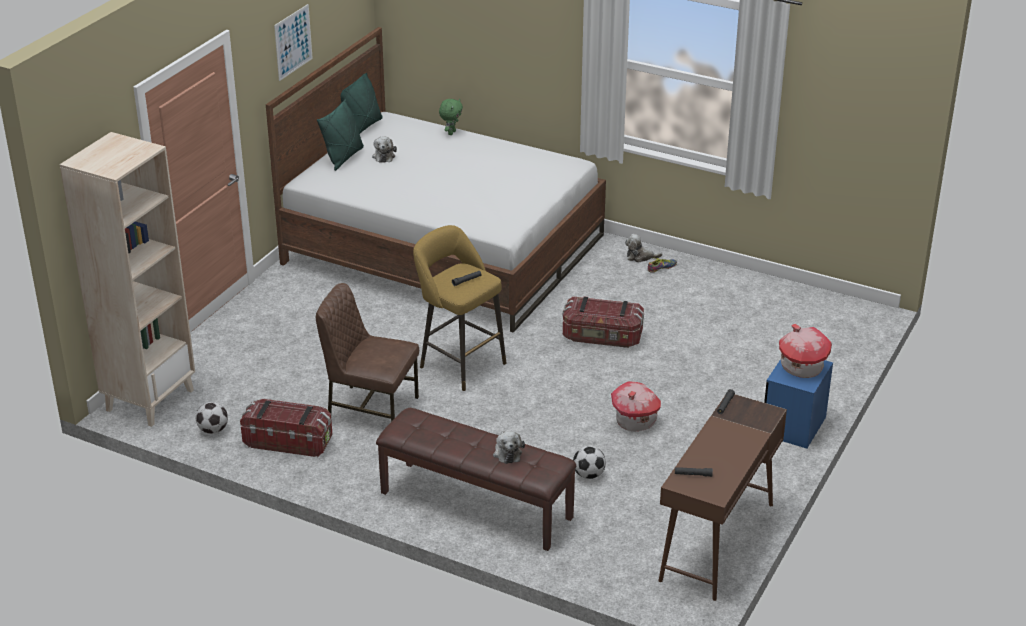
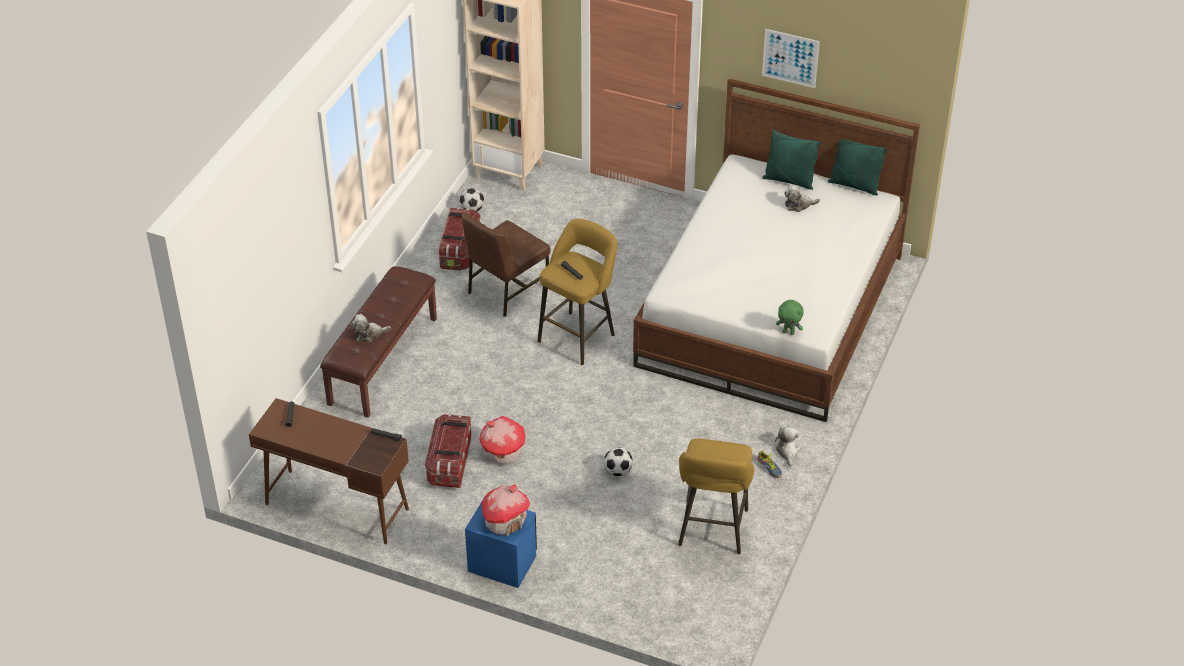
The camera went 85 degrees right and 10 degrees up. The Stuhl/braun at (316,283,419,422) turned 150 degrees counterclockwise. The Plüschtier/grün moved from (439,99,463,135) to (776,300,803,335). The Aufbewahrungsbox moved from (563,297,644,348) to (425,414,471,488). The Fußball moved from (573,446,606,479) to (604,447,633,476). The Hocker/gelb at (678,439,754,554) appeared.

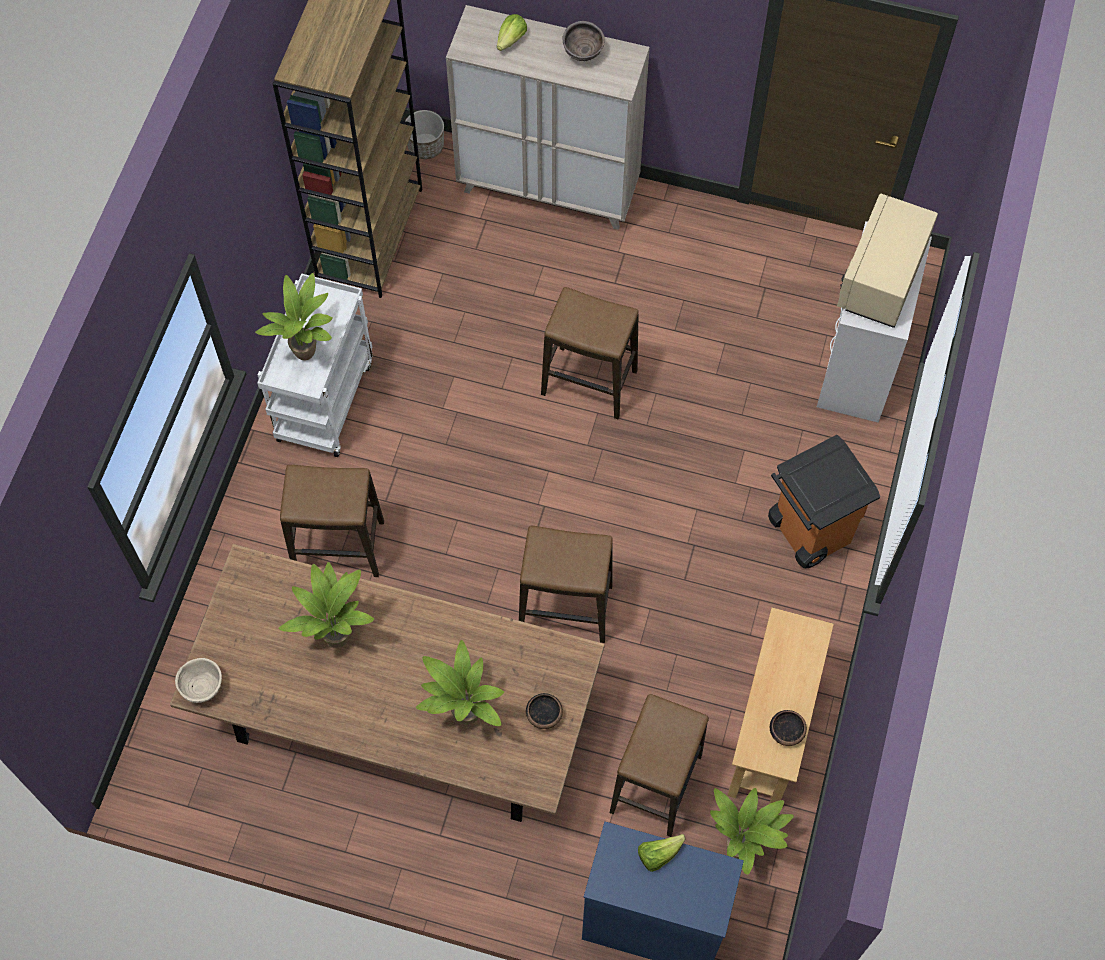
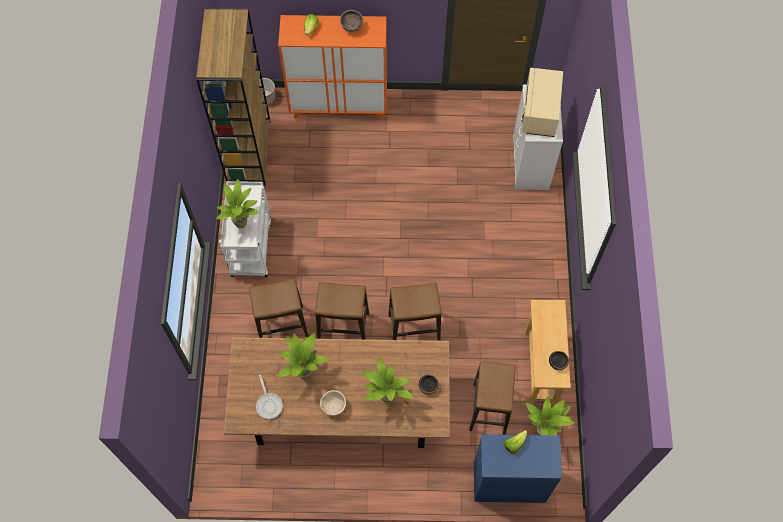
The camera went 15 degrees left and 0 degrees up. The Schüssel/beige moved from (175,658,222,703) to (320,390,346,416). The Schrank/beige at (446,5,650,230) became the Schrank/orange at (278,15,387,120). The Hocker moved from (541,287,639,419) to (315,282,369,339). The Mülleimer/orange at (768,435,880,568) disappeared. The Pfanne at (256,375,283,419) appeared.

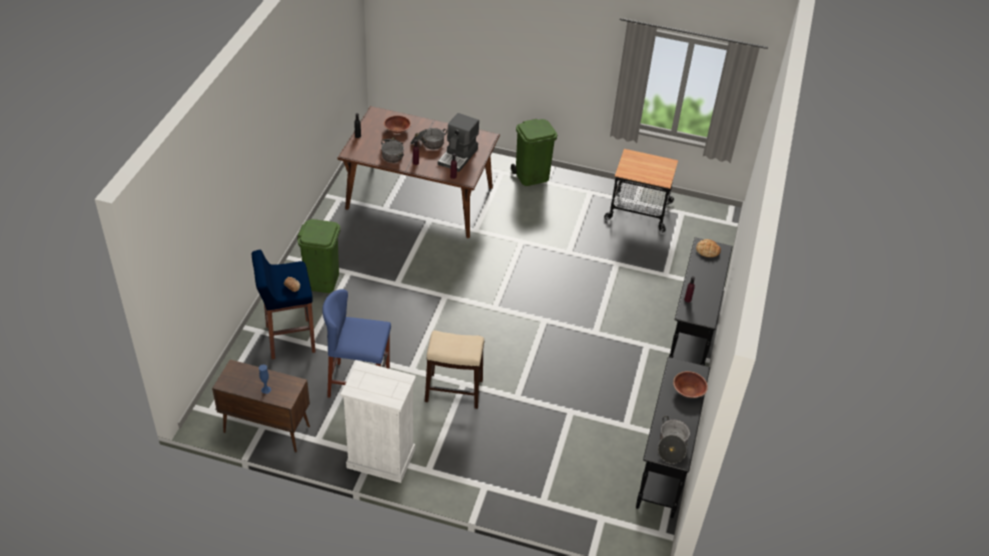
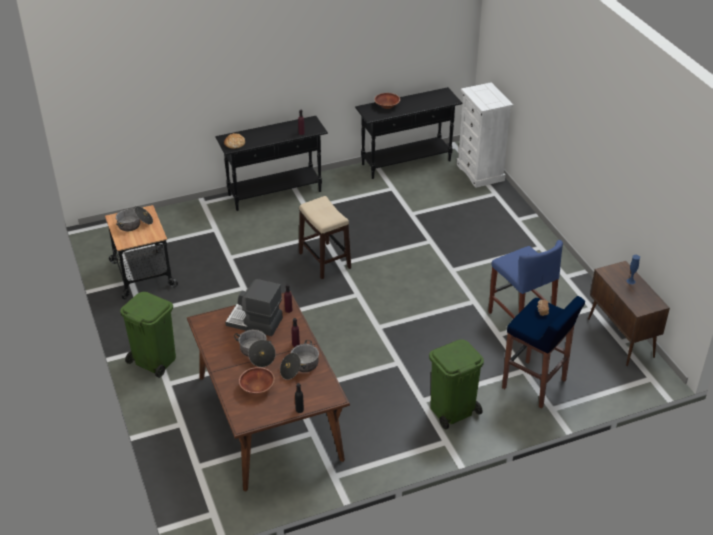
The camera went 125 degrees left and 5 degrees down. The Kommode/weiß moved from (340,361,416,483) to (456,82,513,188). The Hocker moved from (425,330,484,409) to (299,196,351,279). The Kaffeemaschine at (438,113,479,172) turned 150 degrees counterclockwise. The Kochtopf moved from (658,416,690,464) to (116,206,153,231).

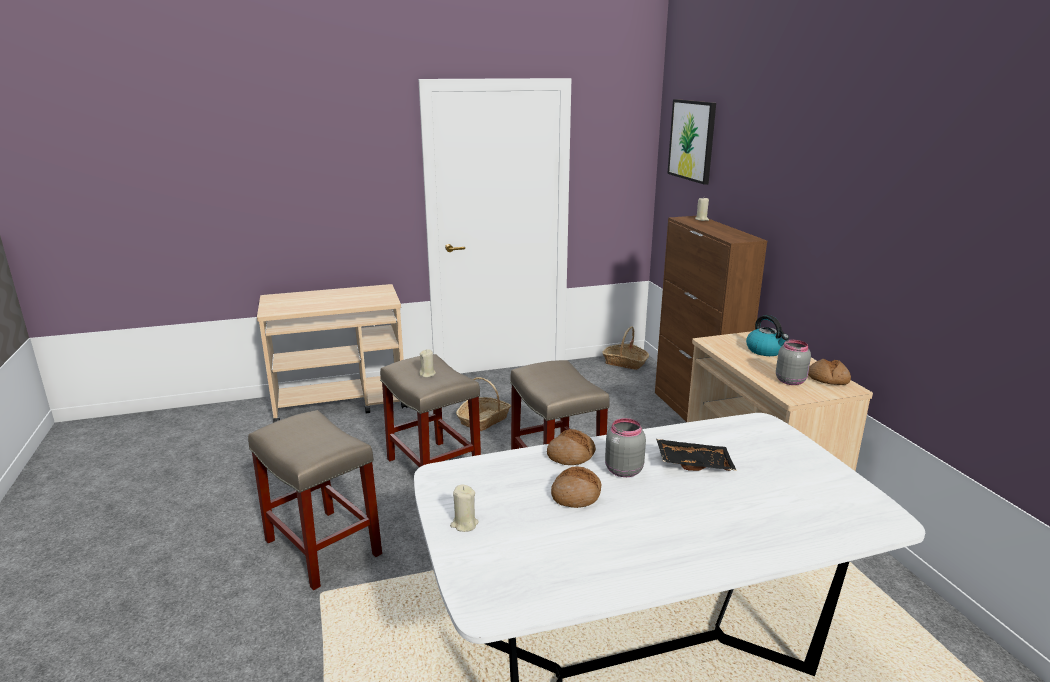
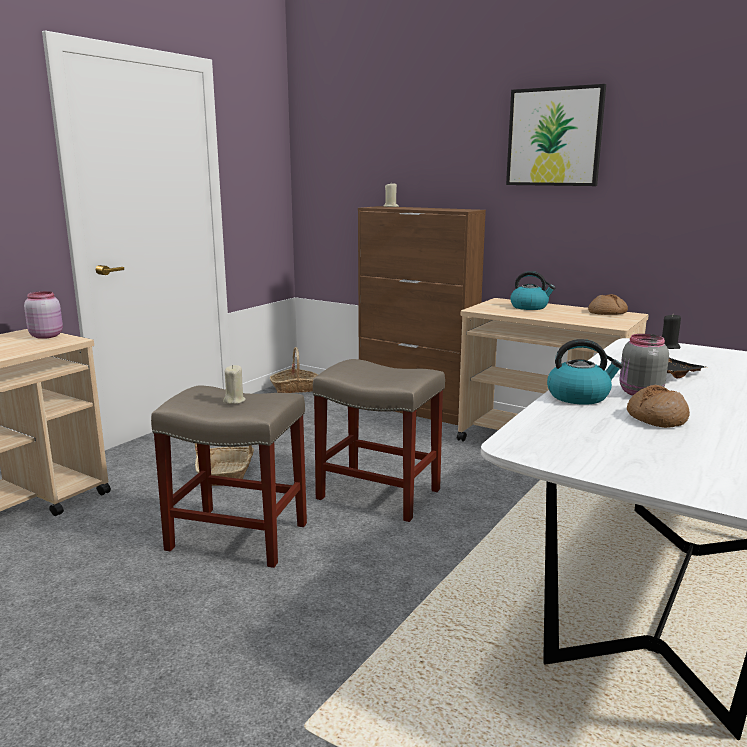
The camera went 40 degrees left and 5 degrees down. The Hocker/beige at (248,410,382,590) disappeared. The Kerze/beige at (450,484,479,532) disappeared. The Brot at (547,429,596,465) was replaced by the Wasserkessel at (547,339,623,405). The Bild moved from (667,99,716,185) to (506,84,606,186). The Vorratsglas/grau at (776,340,811,385) disappeared. The Vorratsglas/rosa at (24,291,63,339) appeared. The Kerze/schwarz at (662,313,681,349) appeared.

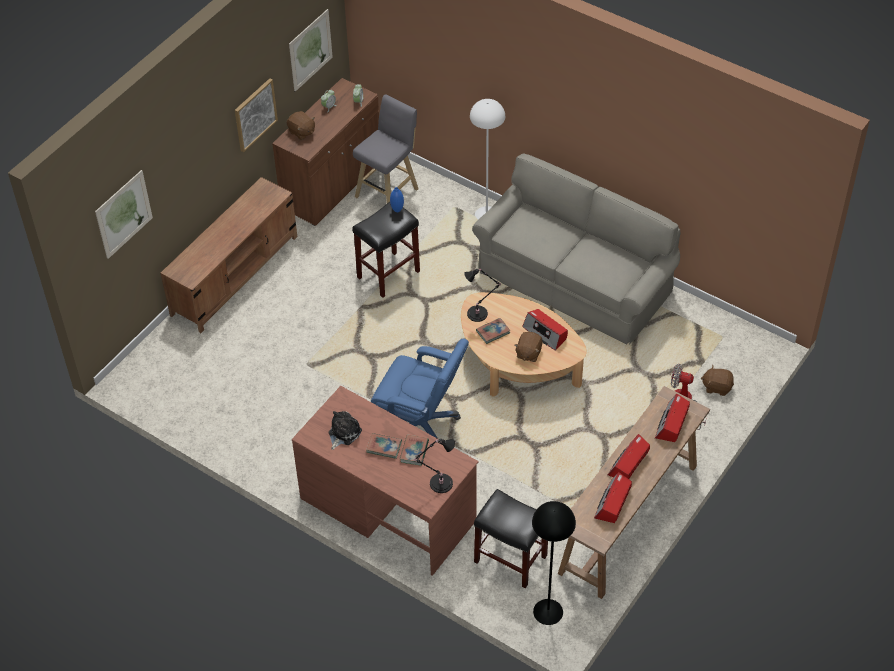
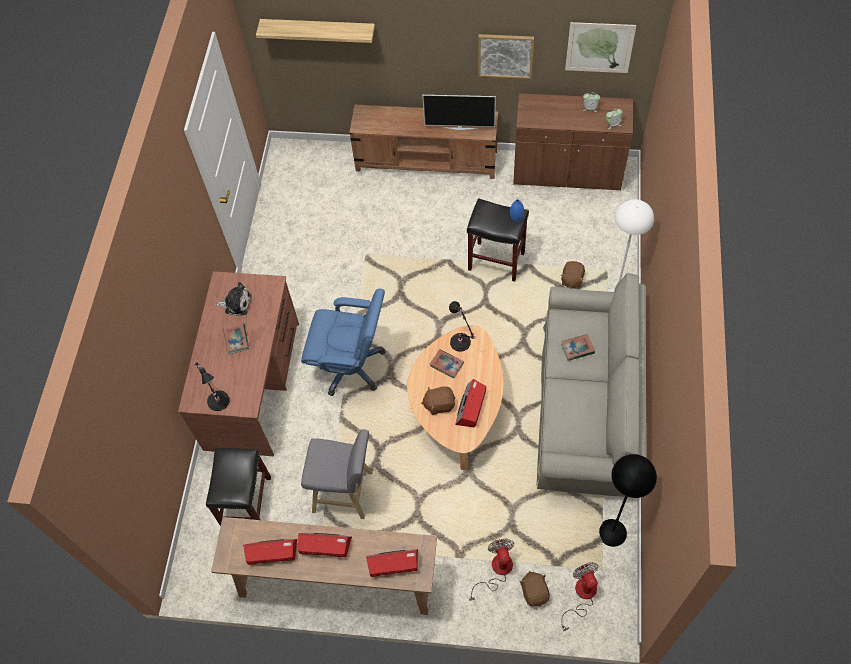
The camera went 65 degrees right and 10 degrees up. The Bild at (95,170,153,259) was replaced by the Wandregal at (256,19,375,43). The Plüschtier/braun moved from (286,111,315,140) to (560,261,585,288). The Hocker/grau moved from (353,94,419,203) to (301,429,373,519). The Bürostuhl/blau at (371,339,469,439) turned 75 degrees counterclockwise. The Buch moved from (400,434,429,466) to (561,334,595,361). The Stehlampe/schwarz moved from (532,501,576,625) to (599,454,657,547). The Fernseher at (422,95,496,130) appeared. The Ventilator at (561,562,599,631) appeared.

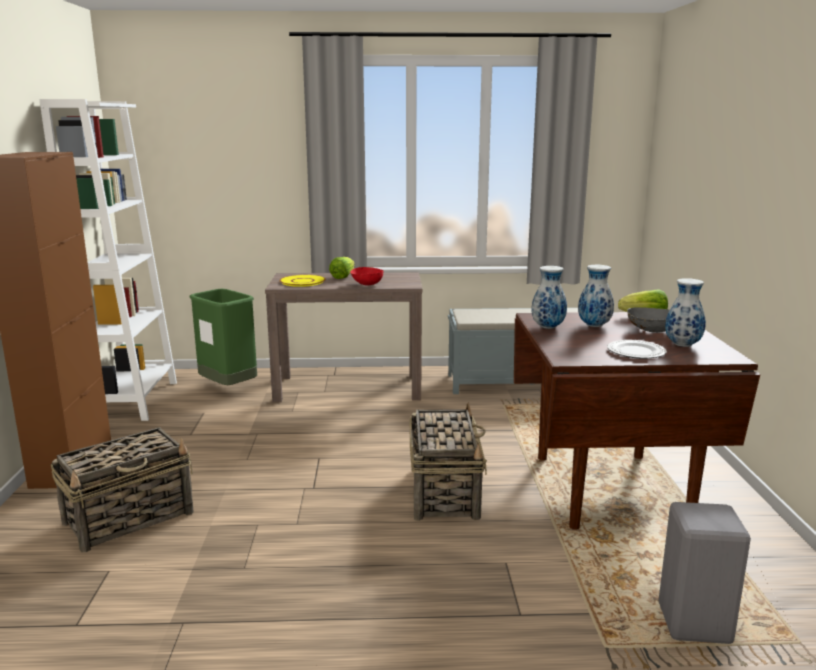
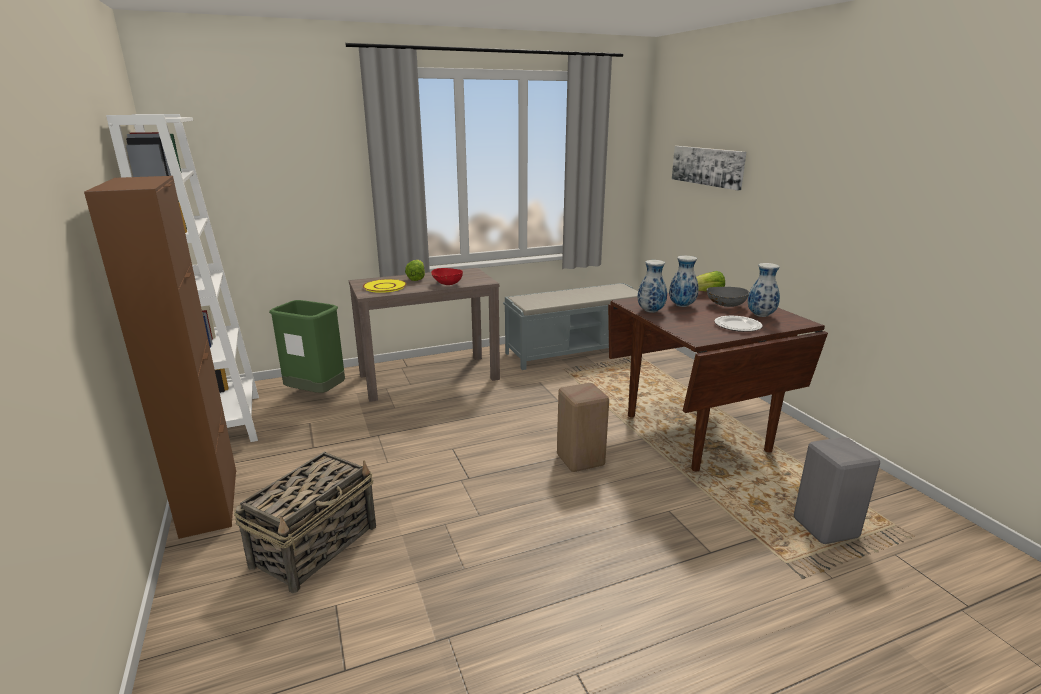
The camera went 20 degrees left and 5 degrees up. The Korb at (409,403,487,521) was replaced by the Hocker/beige at (557,383,609,472). The Bild at (672,146,746,190) appeared.

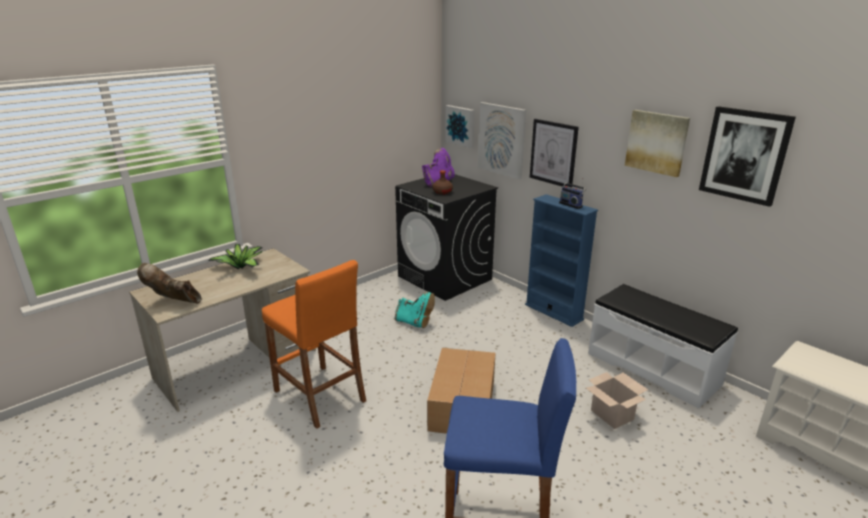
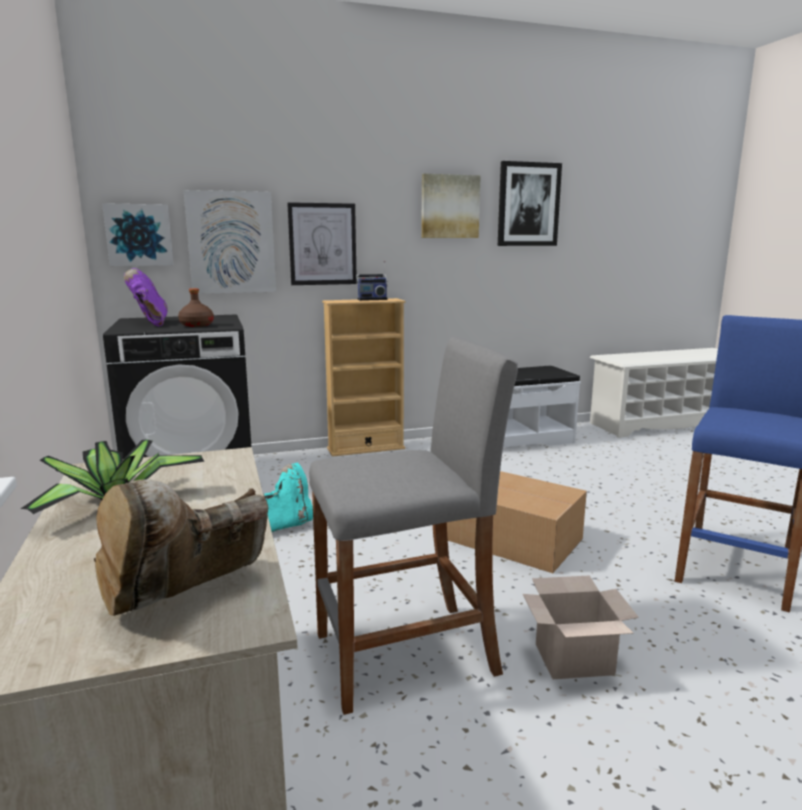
The camera went 65 degrees left and 10 degrees down. The Hocker/orange at (262,260,366,429) became the Hocker/grau at (309,337,518,715). The Bücherregal/blau at (525,194,598,327) became the Bücherregal/beige at (322,298,406,457). The Karton moved from (586,372,648,429) to (523,575,639,679).

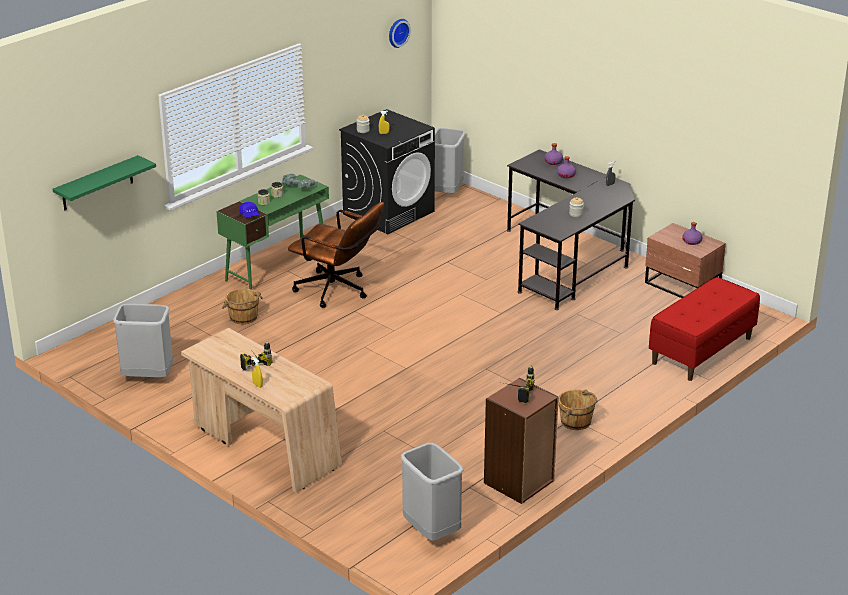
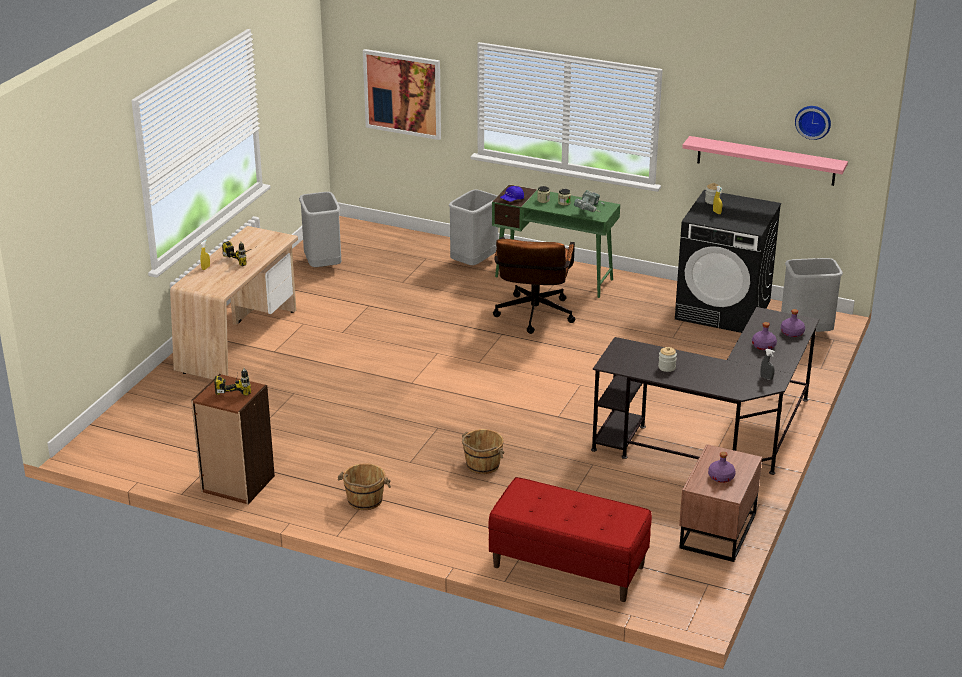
The camera went 70 degrees right and 0 degrees up. The Wandregal/grün at (52,155,156,210) was replaced by the Bild at (363,49,441,140). The Eimer/braun moved from (222,289,263,324) to (462,429,504,474). The Mülleimer/grau moved from (401,443,464,541) to (448,189,498,265). The Wandregal/rosa at (682,136,848,186) appeared.

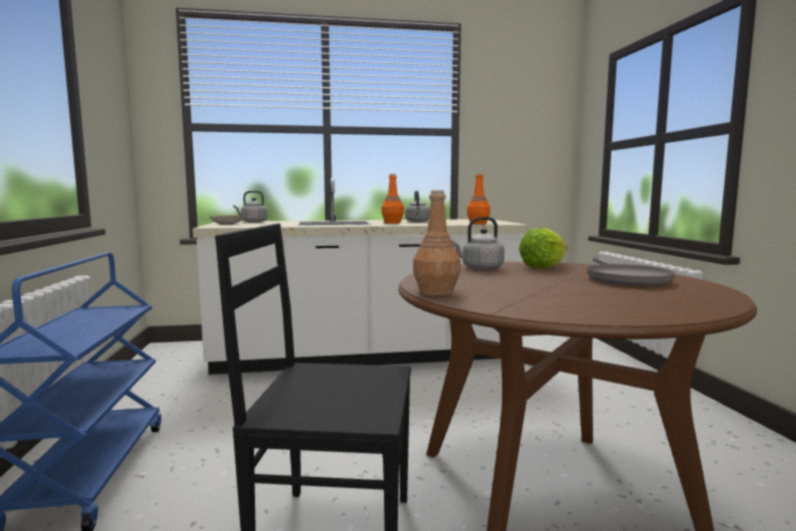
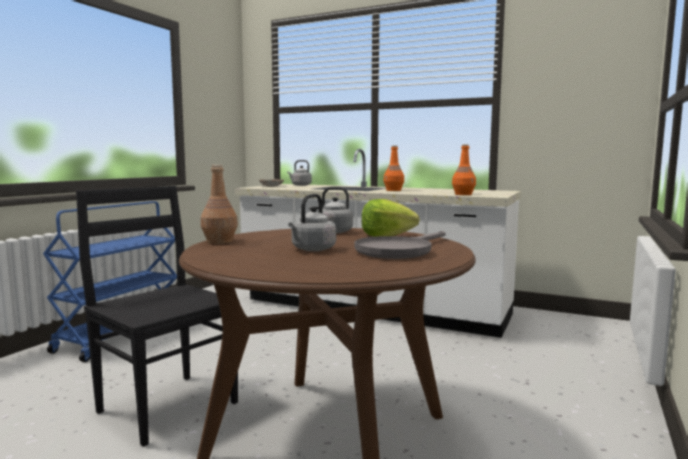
The camera went 35 degrees right and 0 degrees up. The Wasserkessel/grau moved from (405,191,430,222) to (288,194,336,251).

